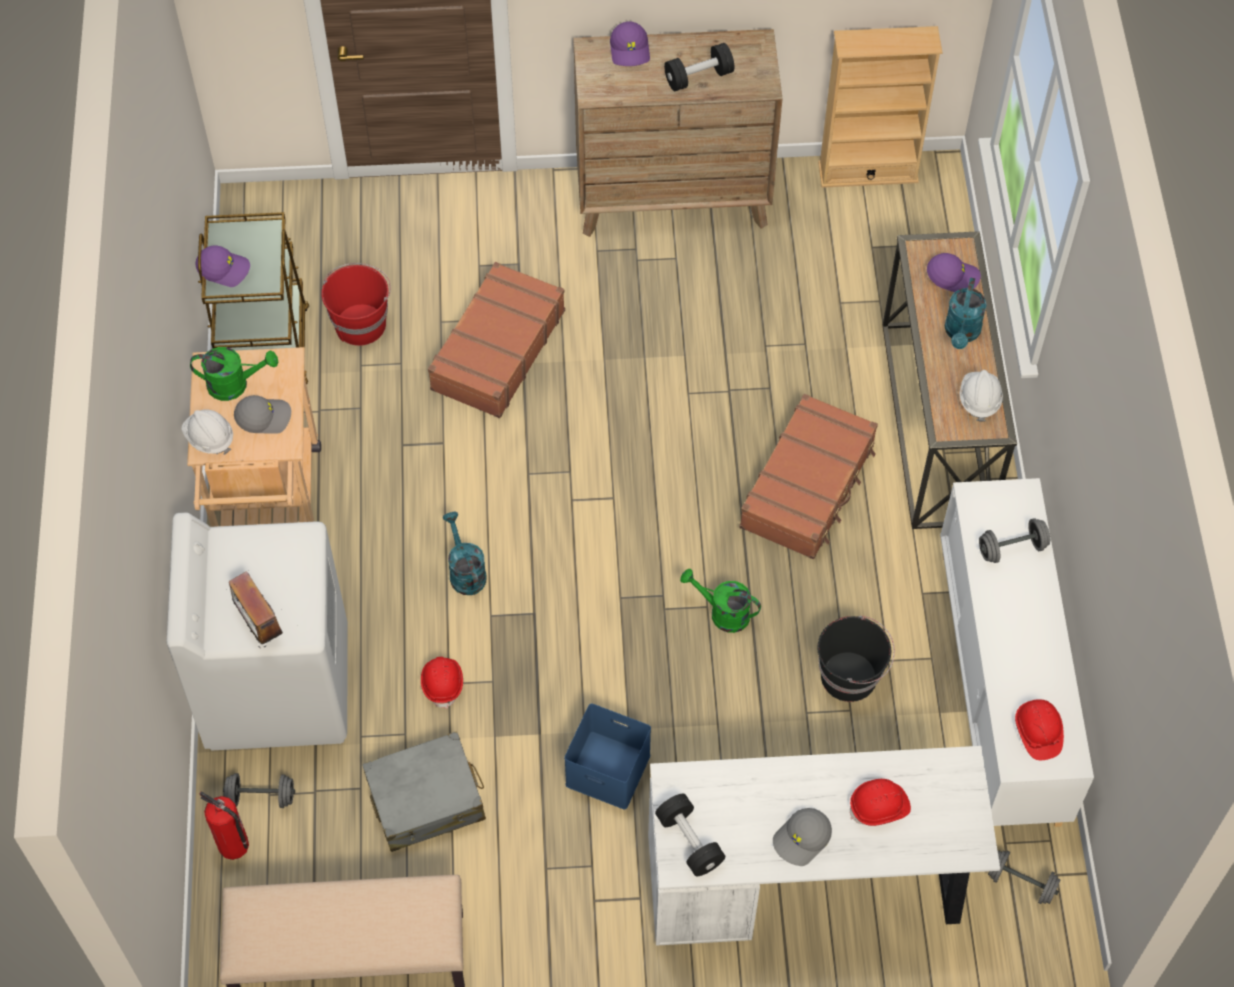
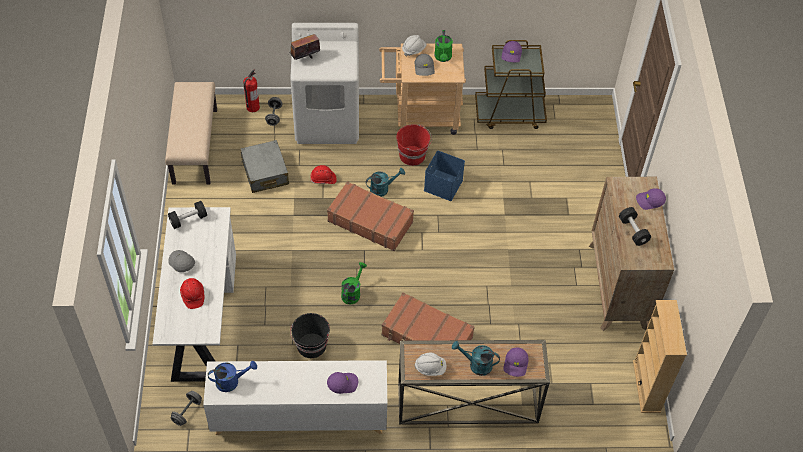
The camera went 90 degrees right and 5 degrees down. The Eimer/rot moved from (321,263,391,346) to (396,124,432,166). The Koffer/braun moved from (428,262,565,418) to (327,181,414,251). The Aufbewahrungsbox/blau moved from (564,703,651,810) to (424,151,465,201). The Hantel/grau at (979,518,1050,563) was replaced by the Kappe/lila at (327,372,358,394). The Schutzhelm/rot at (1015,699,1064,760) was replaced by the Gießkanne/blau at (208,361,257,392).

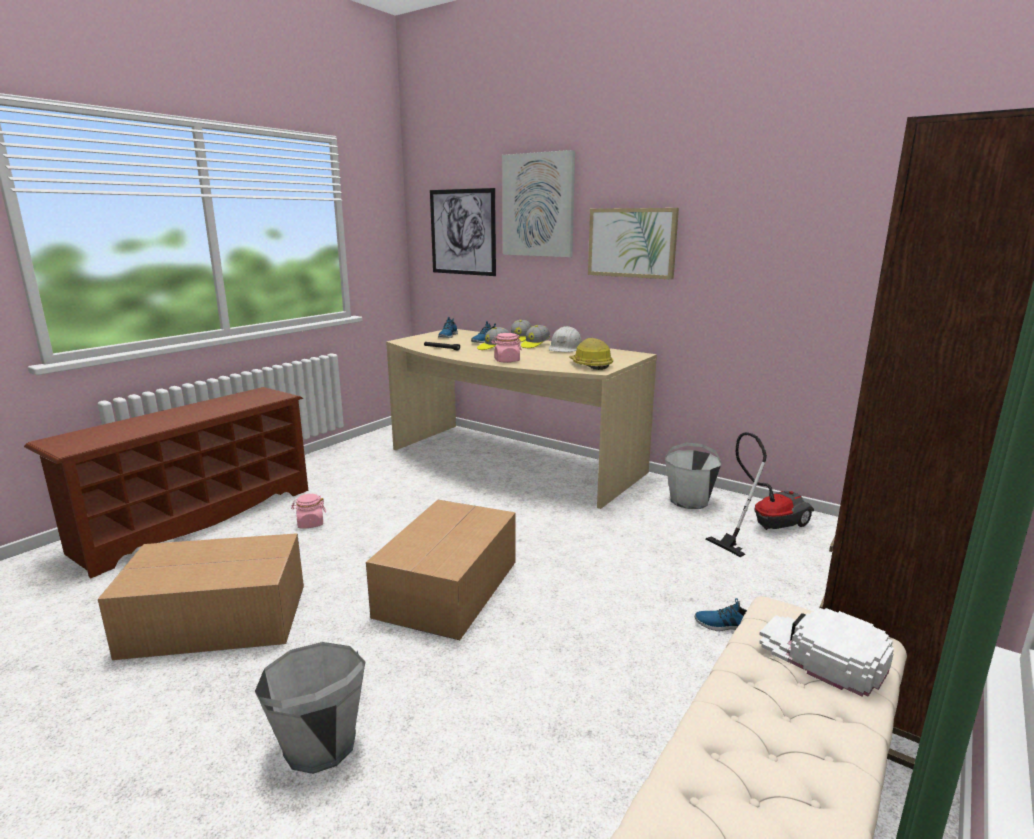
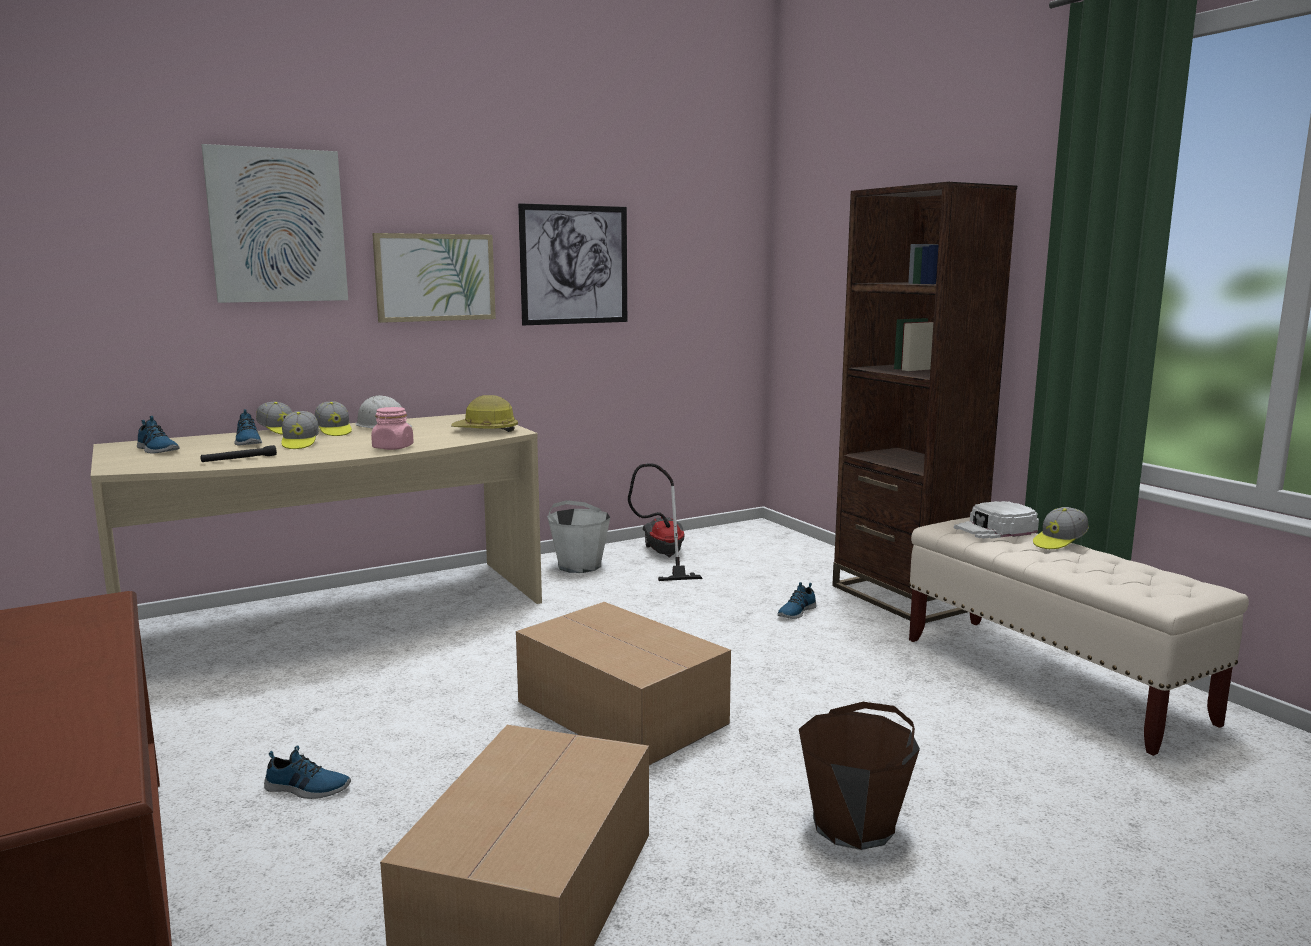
The camera went 65 degrees left and 5 degrees down. The Eimer/grau at (255,642,365,774) became the Eimer/braun at (799,702,920,850). The Vorratsglas/rosa at (291,494,326,529) was replaced by the Schuh at (264,745,351,799). The Bild moved from (430,188,496,276) to (518,203,627,325). The Kappe at (1033,507,1089,549) appeared.

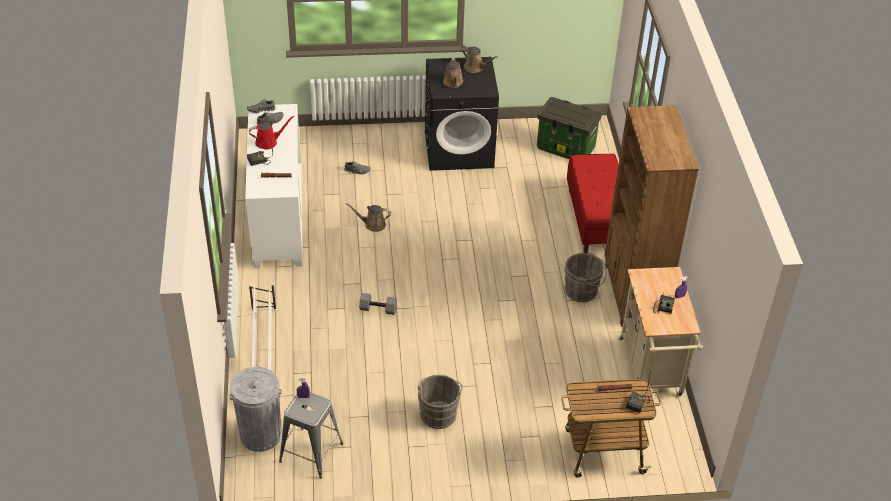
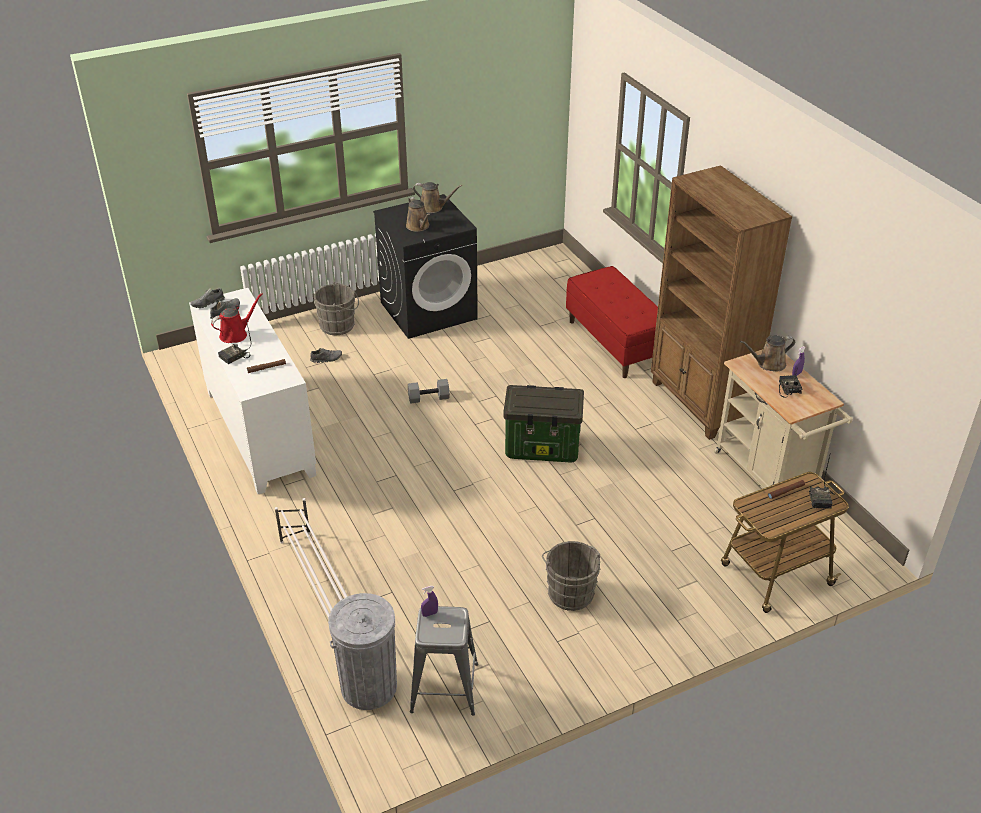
The camera went 20 degrees left and 5 degrees down. The Gießkanne/braun moved from (346,203,391,232) to (740,335,795,372). The Hantel/grau moved from (359,293,397,315) to (408,379,450,404). The Aufbewahrungsbox moved from (537,97,602,159) to (503,385,584,463). The Eimer/grau moved from (564,252,607,302) to (314,282,359,335).

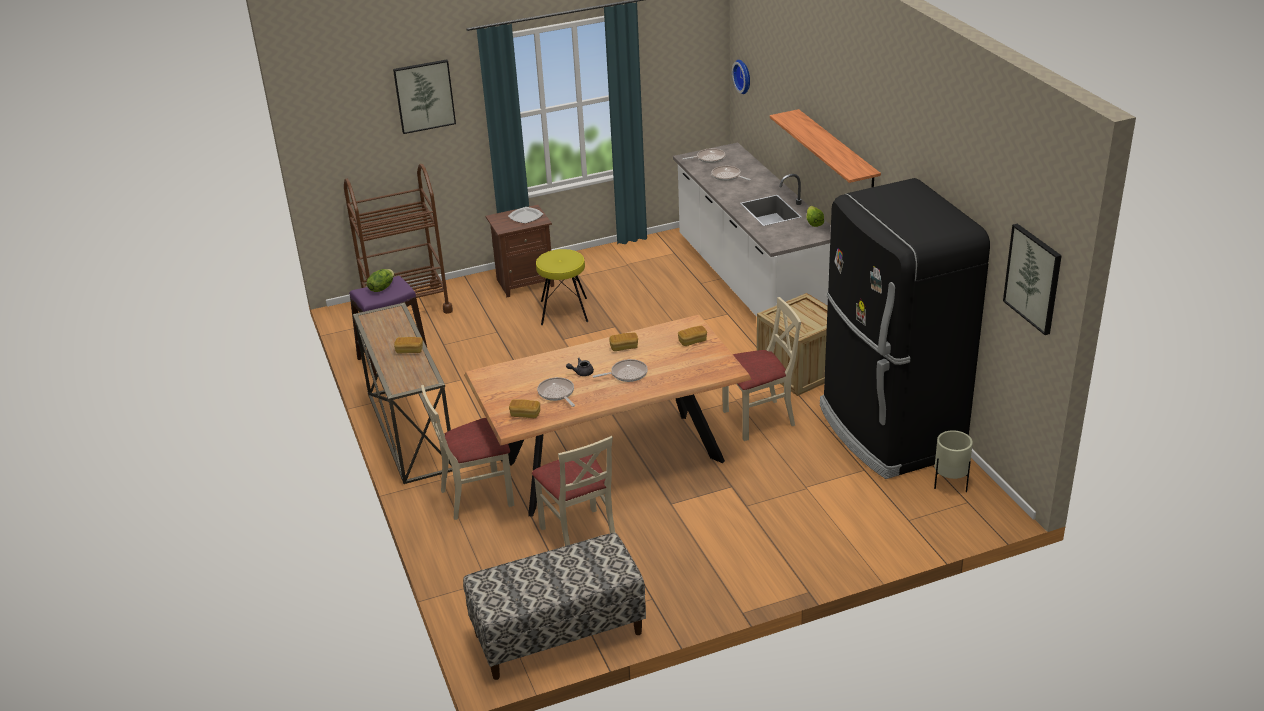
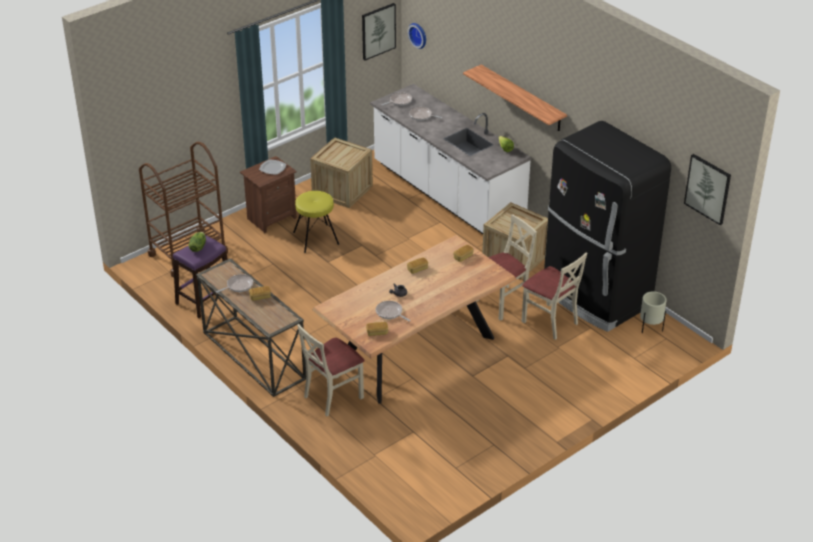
The camera went 20 degrees left and 5 degrees up. The Bild moved from (393,59,456,134) to (362,3,396,61). The Bank at (463,533,646,680) disappeared. The Stuhl/beige moved from (532,436,615,546) to (522,252,587,340). The Pfanne moved from (593,359,648,382) to (216,274,253,293). The Kiste at (310,137,373,208) appeared.

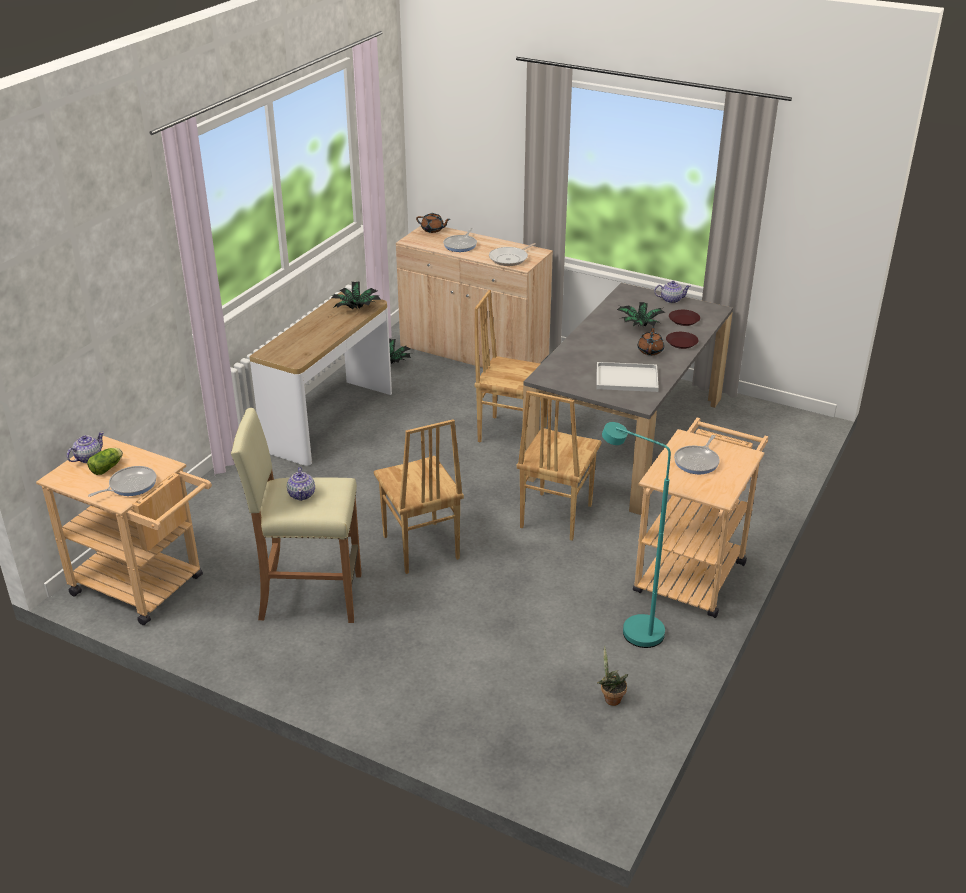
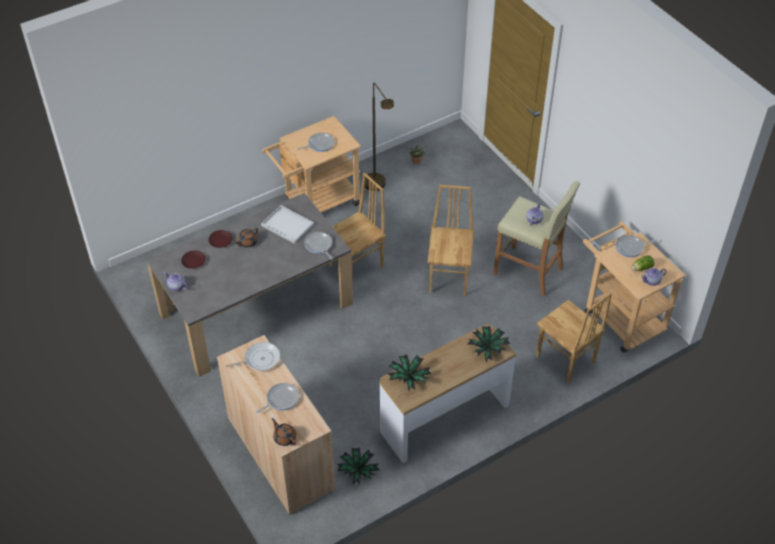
The camera went 150 degrees left and 15 degrees up. The Stuhl/braun moved from (474,290,548,443) to (536,293,612,383). The Stehlampe/türkis at (602,422,671,648) became the Stehlampe/braun at (365,83,394,191). The Topfpflanze moved from (617,302,665,327) to (467,326,510,362). The Pfanne at (304,232,333,260) appeared.

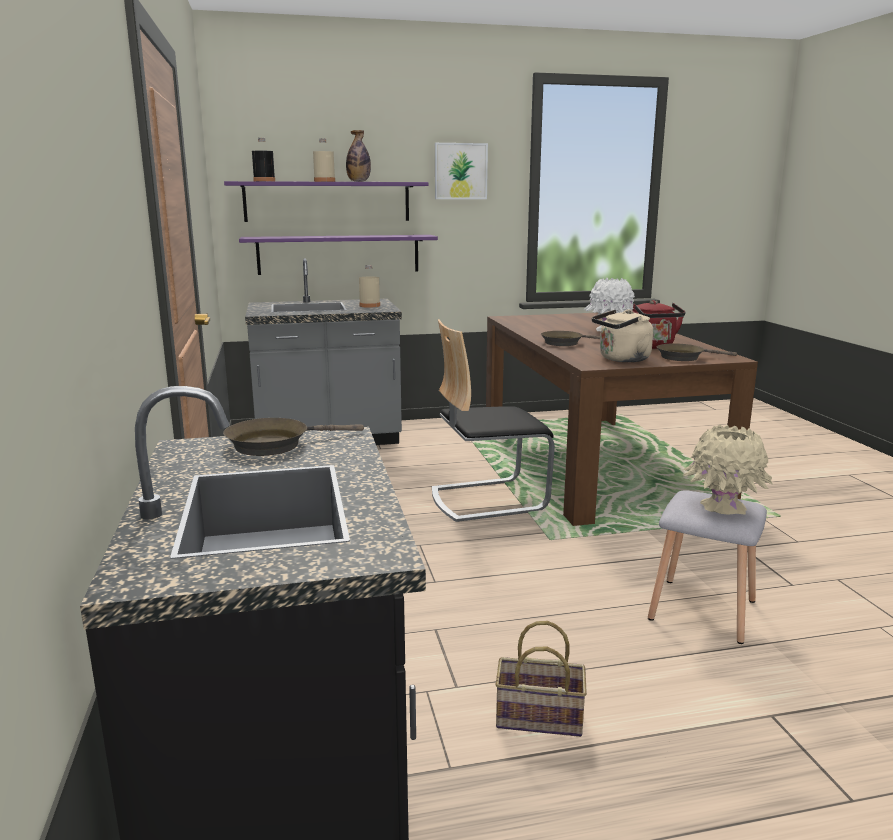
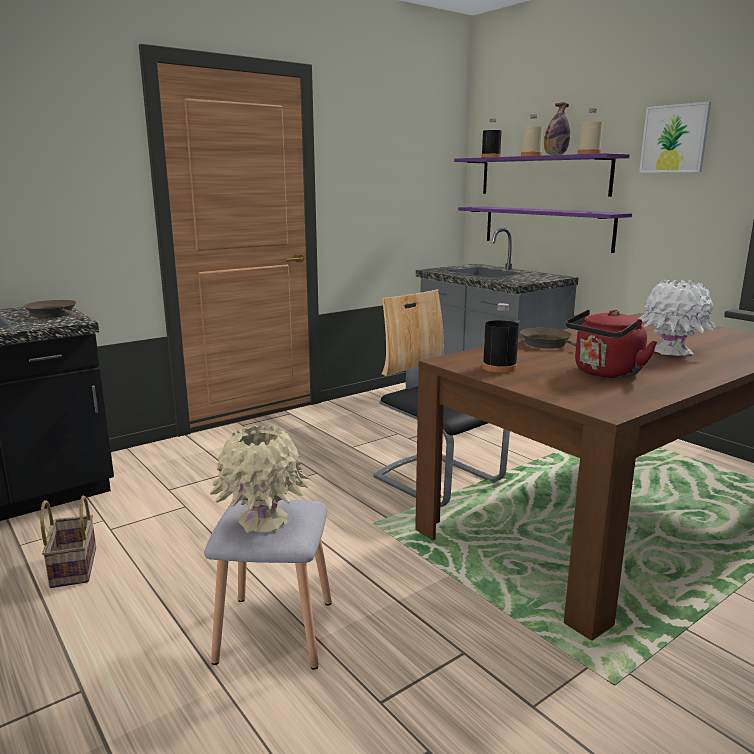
The camera went 65 degrees right and 0 degrees up. The Flasche/beige moved from (359,265,380,308) to (577,108,603,154). The Wasserkessel/beige at (592,309,653,362) was replaced by the Flasche/schwarz at (482,303,519,373). The Pfanne/braun at (657,343,737,361) disappeared.

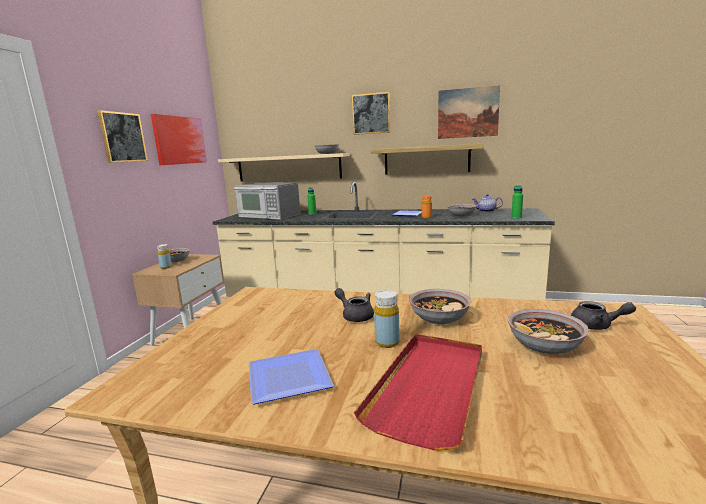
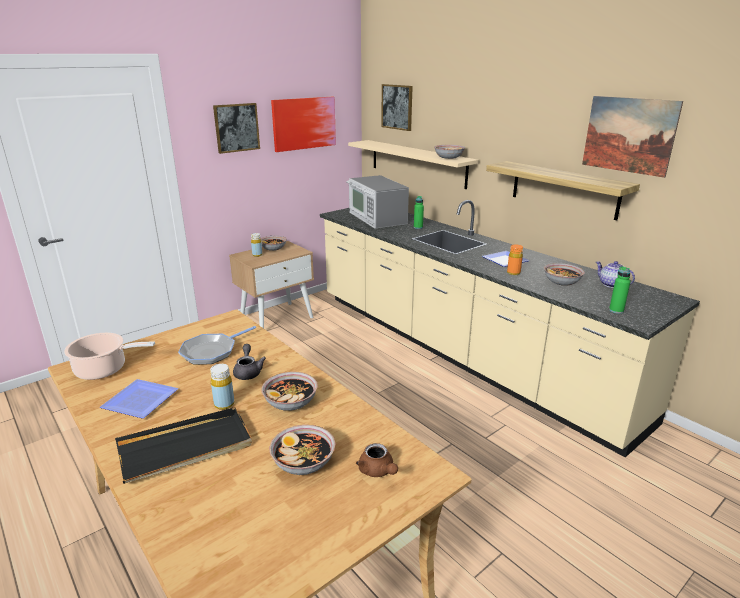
The camera went 35 degrees right and 10 degrees up. The Bild moved from (352,92,391,135) to (381,84,413,131). The Tablett/rot at (354,334,482,451) became the Tablett/schwarz at (115,407,252,484). The Teekanne/grau at (571,301,636,330) became the Teekanne/braun at (356,443,398,477). The Kochtopf at (64,332,155,380) appeared. The Pfanne at (178,326,256,365) appeared.

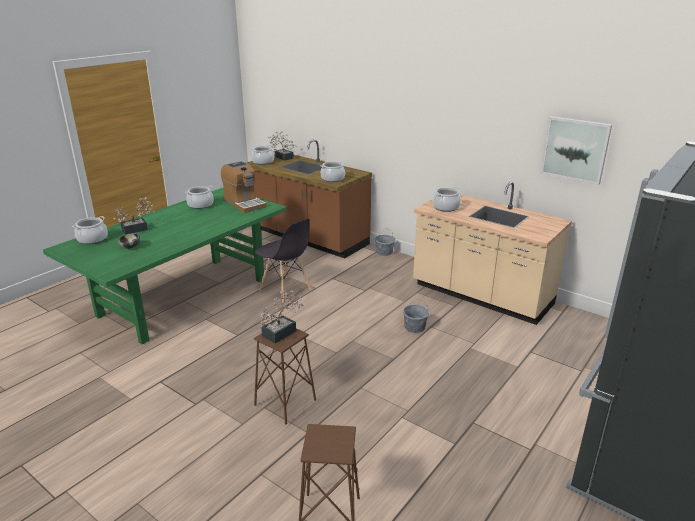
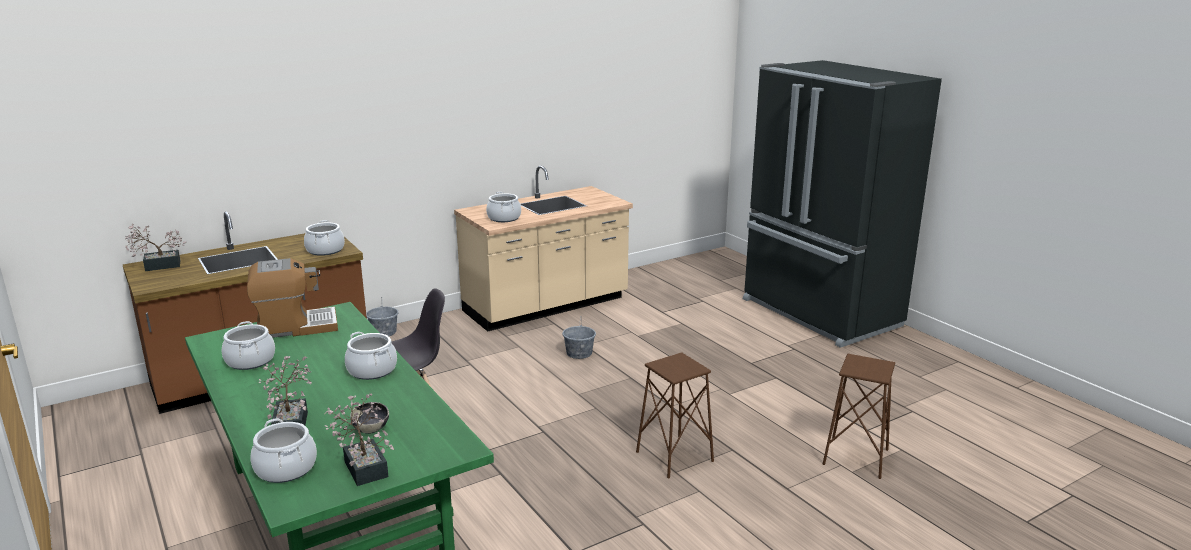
The camera went 70 degrees left and 5 degrees down. The Kochtopf moved from (251,145,274,165) to (345,332,397,380). The Topfpflanze moved from (259,290,304,343) to (325,393,394,486). The Bild at (540,116,612,185) disappeared.

